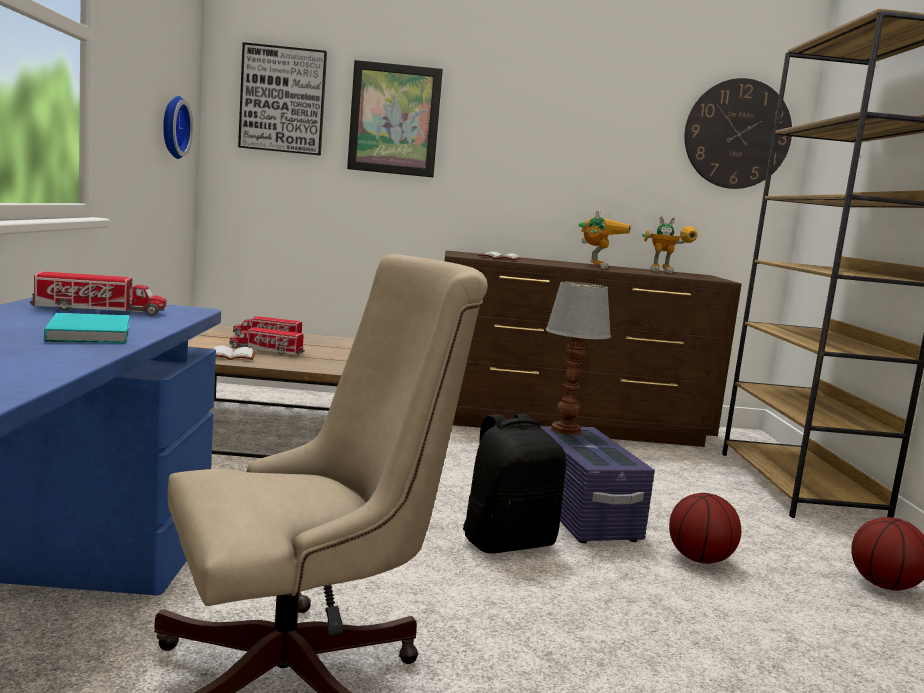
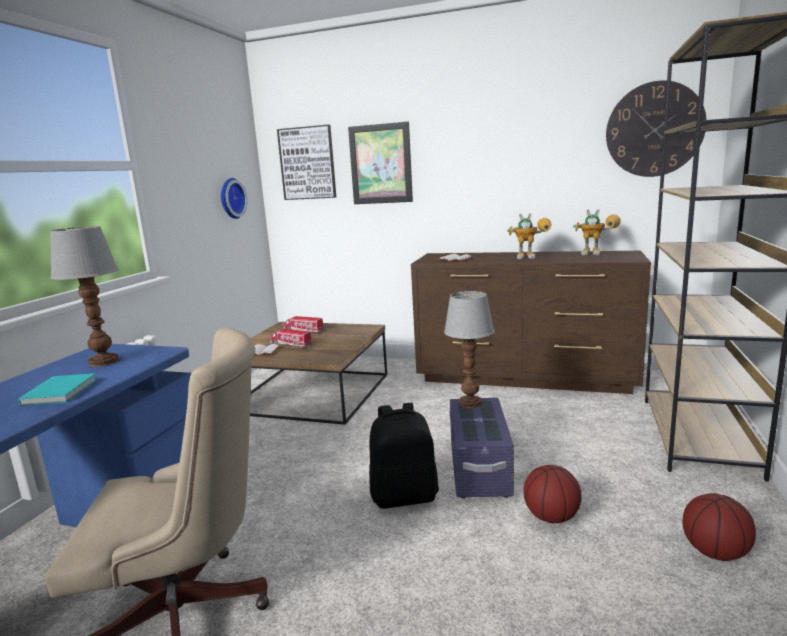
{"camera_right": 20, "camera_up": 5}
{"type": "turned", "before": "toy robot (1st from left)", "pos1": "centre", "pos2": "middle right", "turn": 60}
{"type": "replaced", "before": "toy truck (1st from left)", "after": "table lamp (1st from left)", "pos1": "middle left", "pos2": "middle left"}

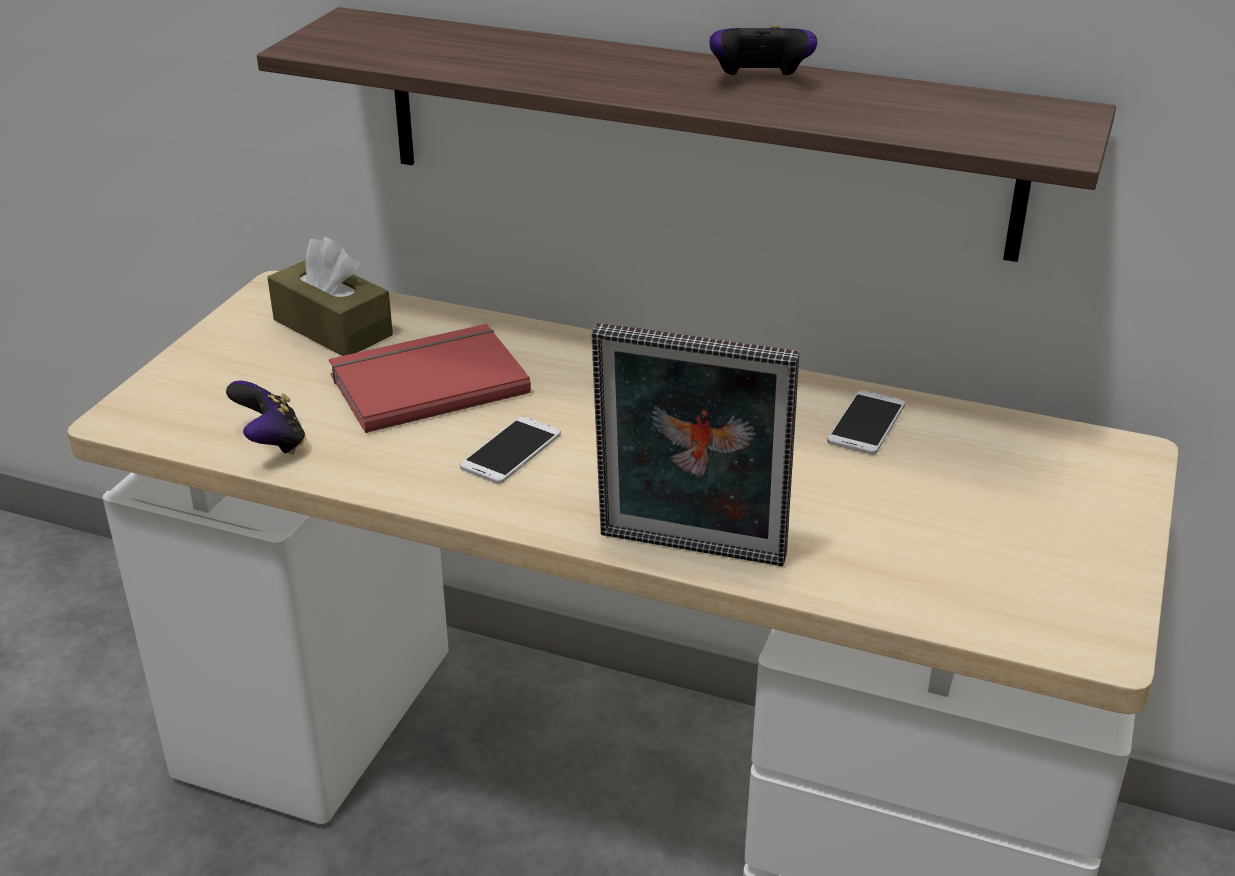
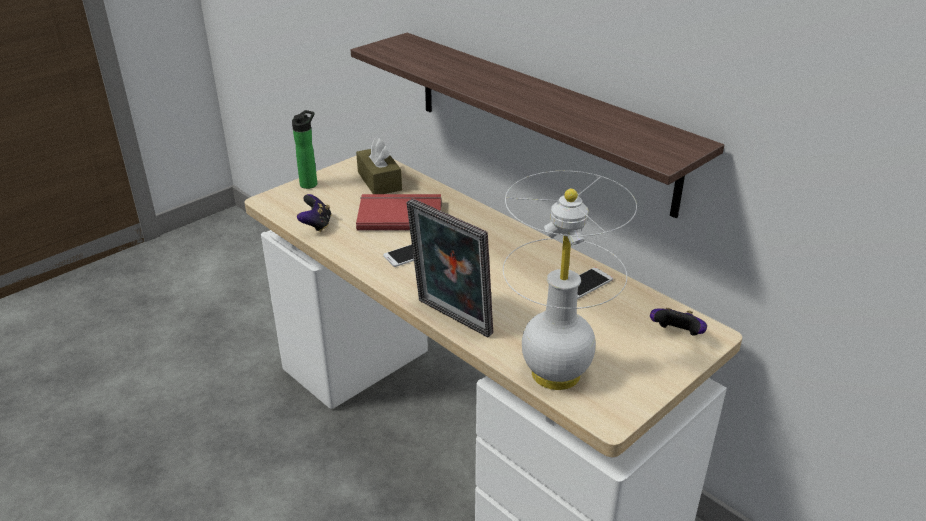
{"camera_right": 25, "camera_up": 0}
{"type": "moved", "before": "game controller (2nd from left)", "pos1": "top centre", "pos2": "middle right"}
{"type": "added", "after": "bottle", "pos2": "top left"}
{"type": "added", "after": "table lamp (white)", "pos2": "centre"}

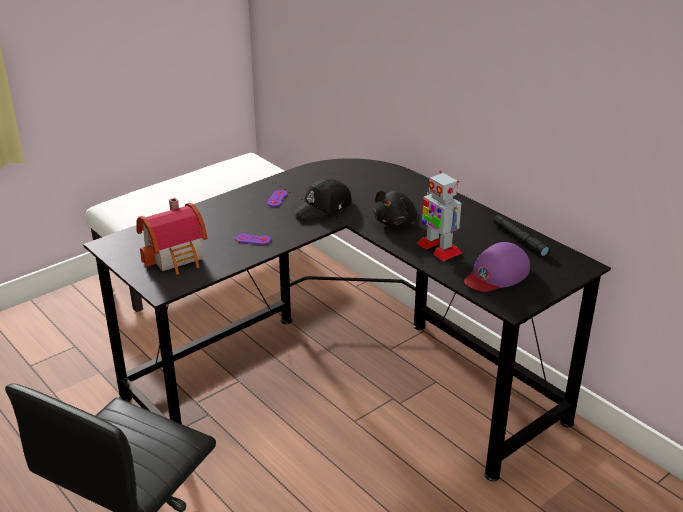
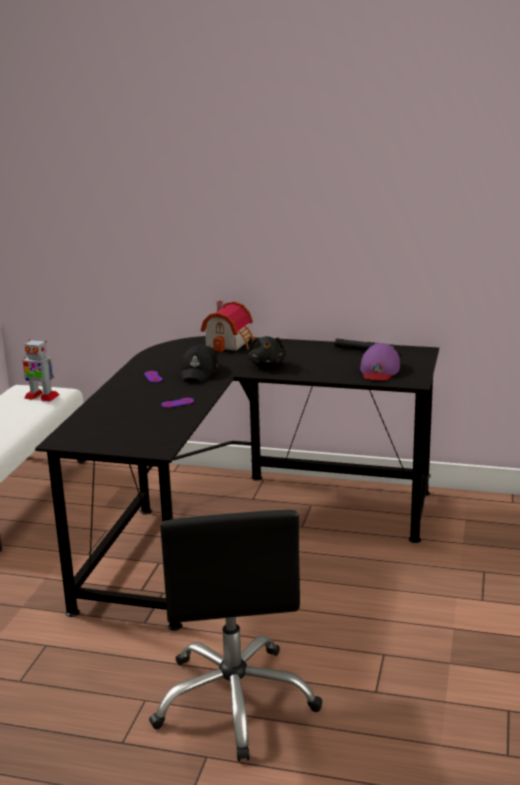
{"camera_right": -35, "camera_up": -10}
{"type": "moved", "before": "toy robot", "pos1": "centre", "pos2": "middle left"}
{"type": "moved", "before": "toy house", "pos1": "middle left", "pos2": "centre"}

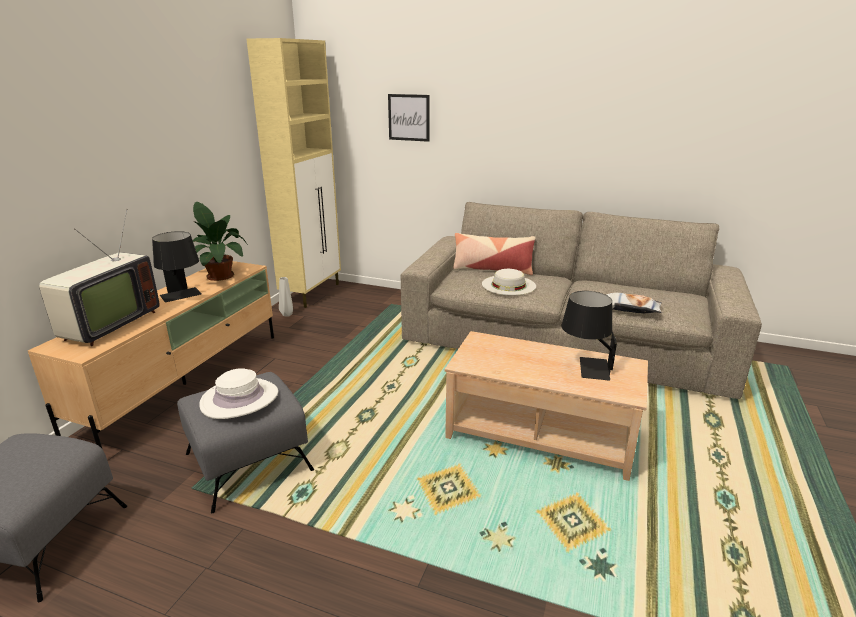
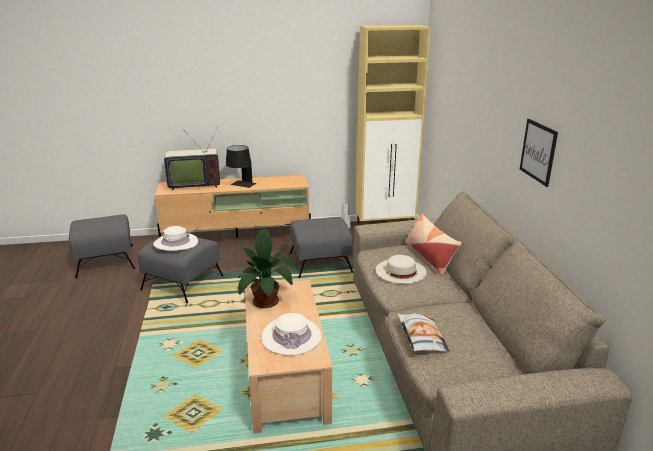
{"camera_right": 60, "camera_up": 0}
{"type": "moved", "before": "picture", "pos1": "top centre", "pos2": "middle right"}
{"type": "moved", "before": "potted plant", "pos1": "middle left", "pos2": "centre"}
{"type": "replaced", "before": "table lamp (black) (2nd from left)", "after": "hat (white) (2nd from left)", "pos1": "middle right", "pos2": "bottom centre"}
{"type": "added", "after": "ottoman (grey) (3rd from left)", "pos2": "centre"}

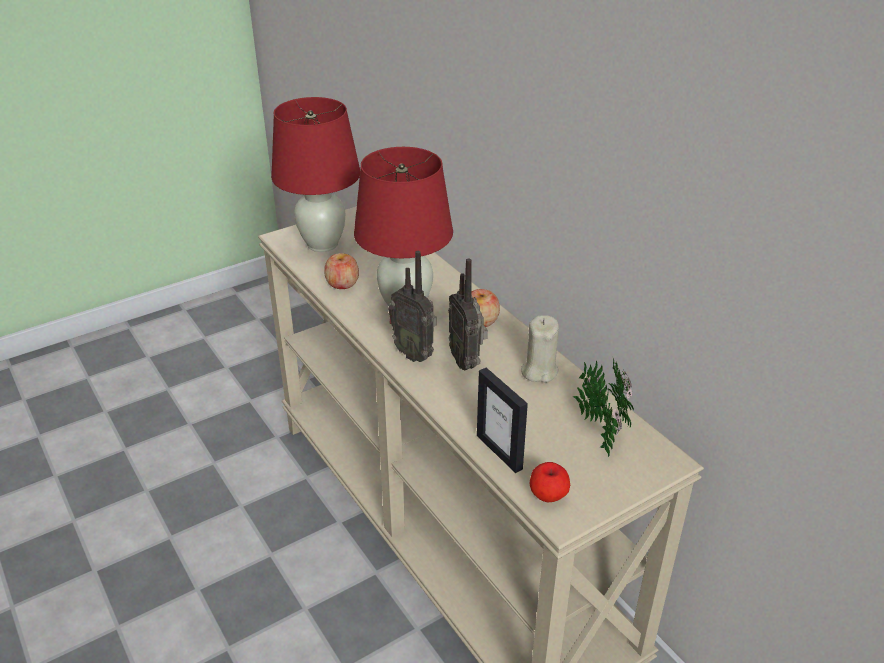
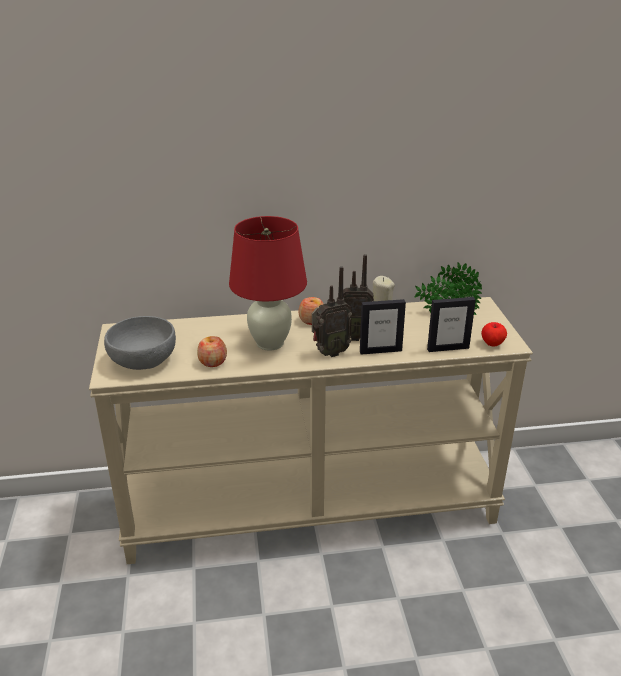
{"camera_right": -65, "camera_up": -5}
{"type": "replaced", "before": "table lamp (red) (1st from left)", "after": "bowl (grey)", "pos1": "top centre", "pos2": "middle left"}
{"type": "added", "after": "picture frame (1st from left)", "pos2": "centre"}

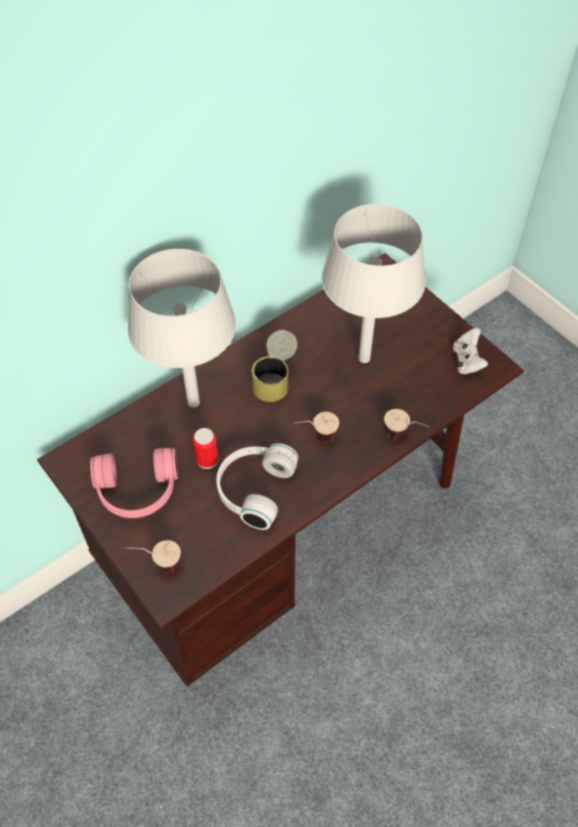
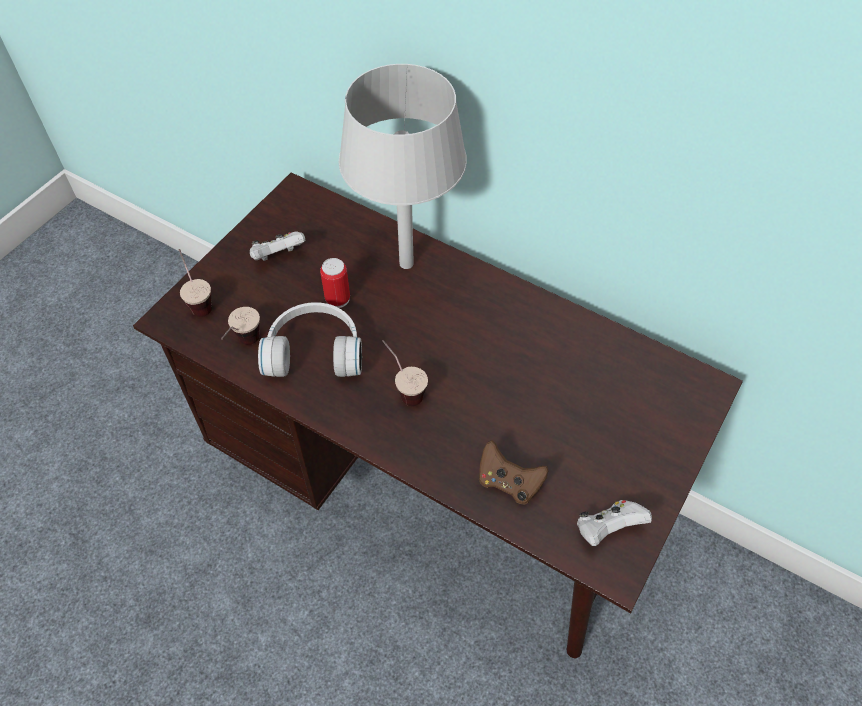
{"camera_right": 70, "camera_up": 0}
{"type": "removed", "before": "table lamp (grey) (2nd from left)", "pos1": "centre"}
{"type": "removed", "before": "can (2nd from left)", "pos1": "centre"}
{"type": "moved", "before": "cup (3rd from left in the first image)", "after": "cup (2nd from left)", "pos1": "middle right", "pos2": "middle left"}
{"type": "replaced", "before": "headphones (pink)", "after": "game controller (white) (1st from left)", "pos1": "middle left", "pos2": "middle left"}
{"type": "added", "after": "game controller (brown)", "pos2": "bottom centre"}

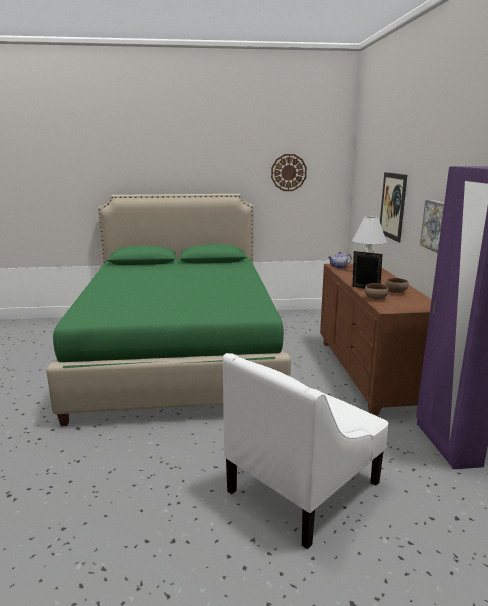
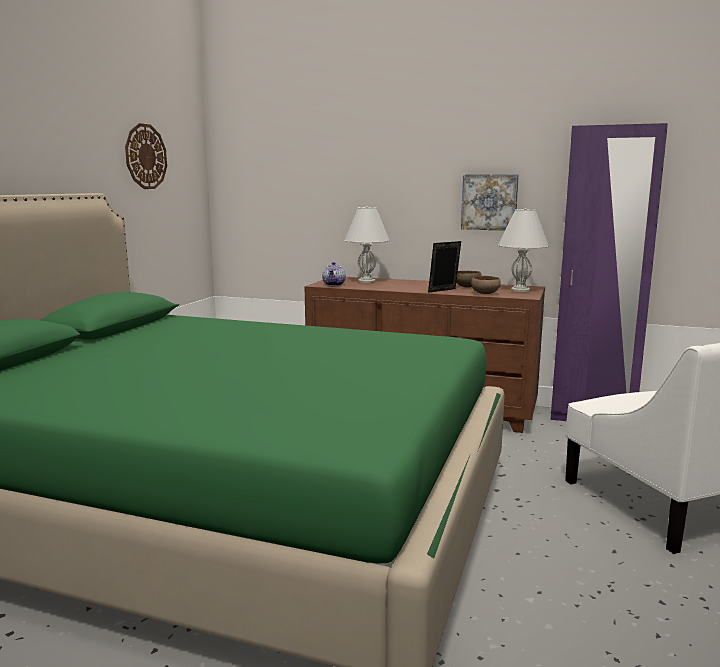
{"camera_right": -65, "camera_up": -5}
{"type": "removed", "before": "picture (1st from left)", "pos1": "middle right"}
{"type": "added", "after": "table lamp (white) (2nd from left)", "pos2": "middle right"}

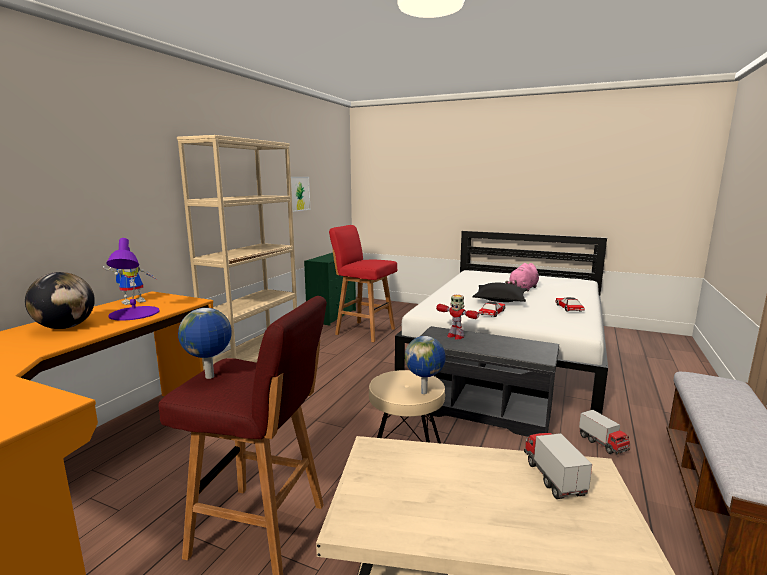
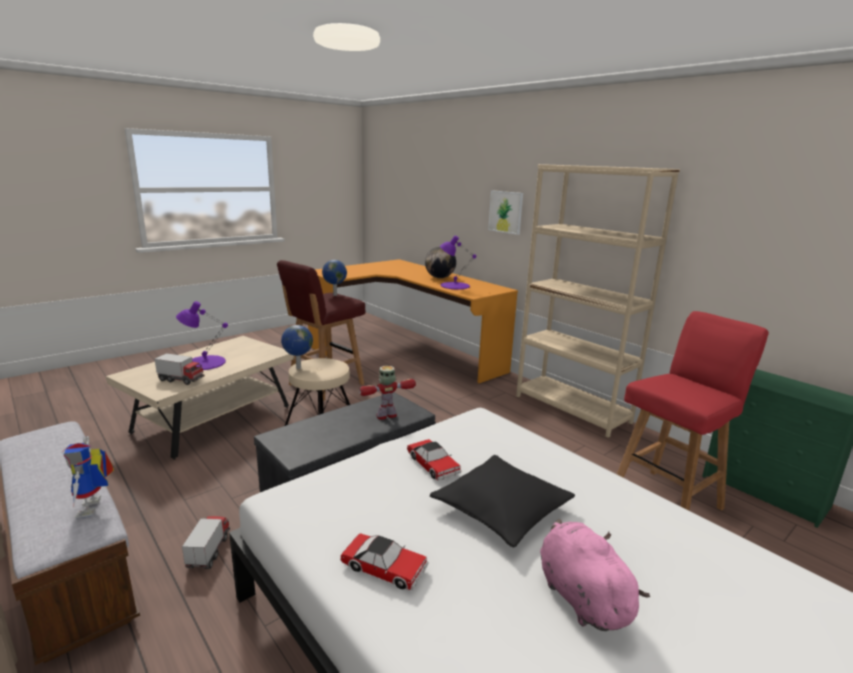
{"camera_right": 115, "camera_up": 5}
{"type": "moved", "before": "picture", "pos1": "centre", "pos2": "top centre"}
{"type": "moved", "before": "toy robot (1st from left)", "pos1": "middle left", "pos2": "bottom left"}
{"type": "turned", "before": "toy truck (2nd from left)", "pos1": "bottom right", "pos2": "bottom left", "turn": 90}
{"type": "added", "after": "table lamp (purple) (1st from left)", "pos2": "middle left"}

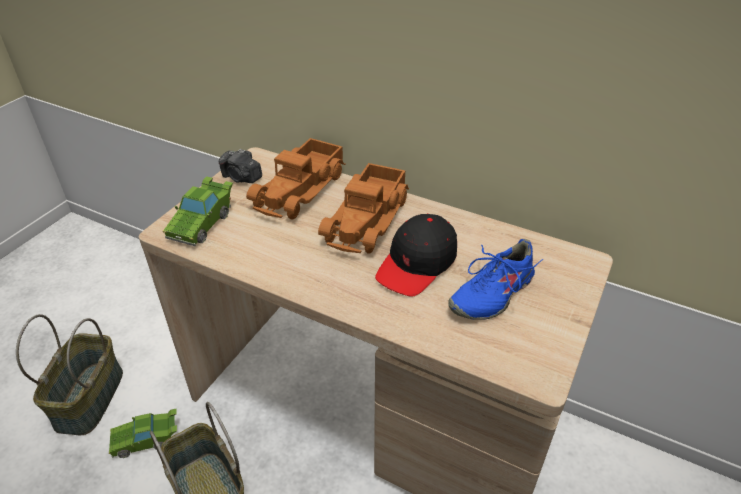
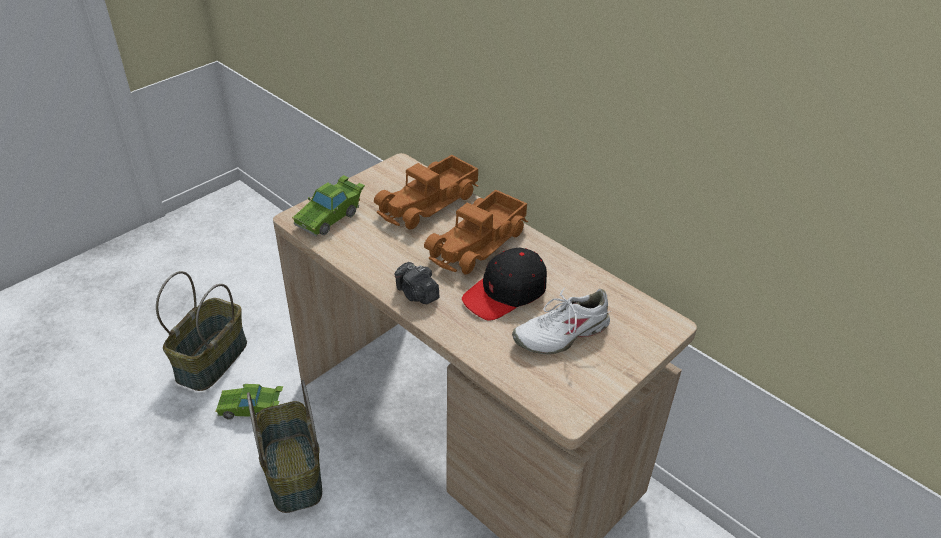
{"camera_right": 15, "camera_up": 0}
{"type": "moved", "before": "photo camera", "pos1": "middle left", "pos2": "centre"}
{"type": "recoloured", "before": "shoe (blue)", "after": "shoe (white)", "pos1": "middle right", "pos2": "centre"}

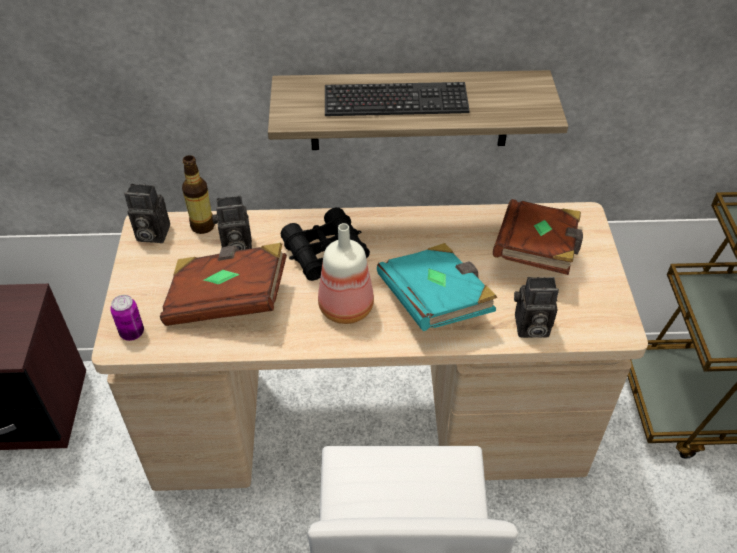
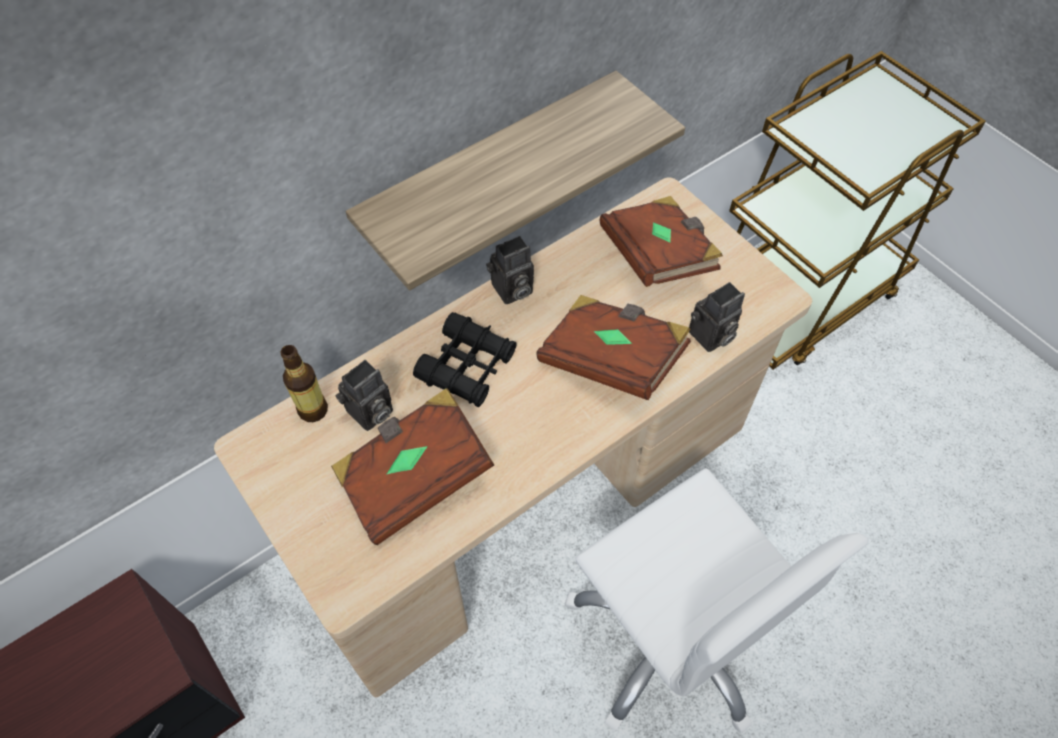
{"camera_right": -35, "camera_up": 10}
{"type": "removed", "before": "keyboard", "pos1": "top centre"}
{"type": "moved", "before": "photo camera (1st from left in the first image)", "after": "photo camera (2nd from left)", "pos1": "middle left", "pos2": "centre"}
{"type": "removed", "before": "bottle (2nd from left)", "pos1": "centre"}
{"type": "recoloured", "before": "book (turquoise)", "after": "book (brown) (2nd from left)", "pos1": "centre", "pos2": "centre"}
{"type": "removed", "before": "can", "pos1": "middle left"}

